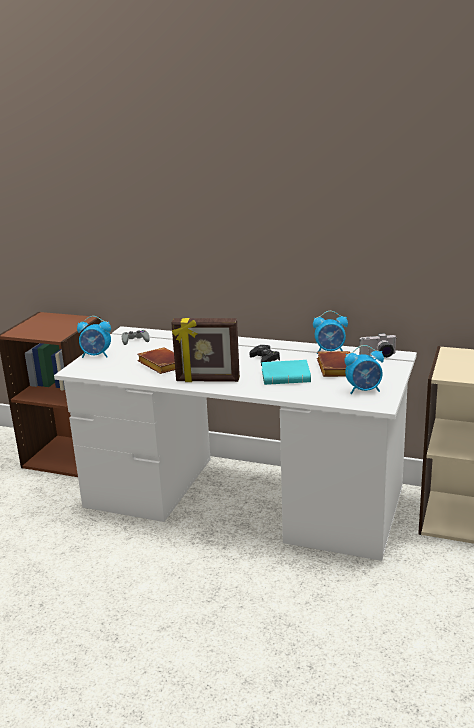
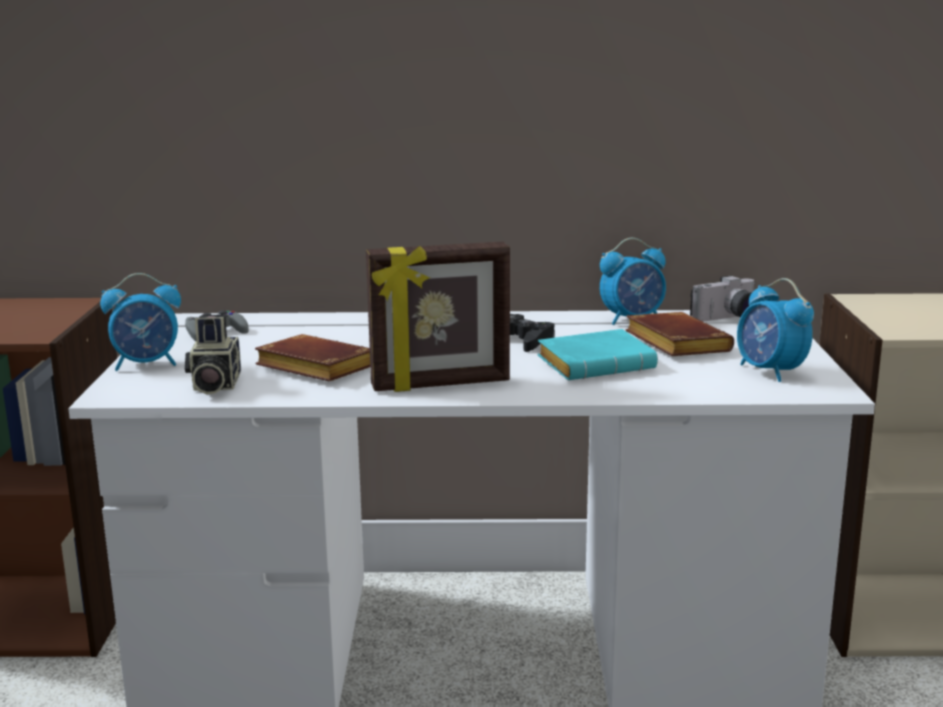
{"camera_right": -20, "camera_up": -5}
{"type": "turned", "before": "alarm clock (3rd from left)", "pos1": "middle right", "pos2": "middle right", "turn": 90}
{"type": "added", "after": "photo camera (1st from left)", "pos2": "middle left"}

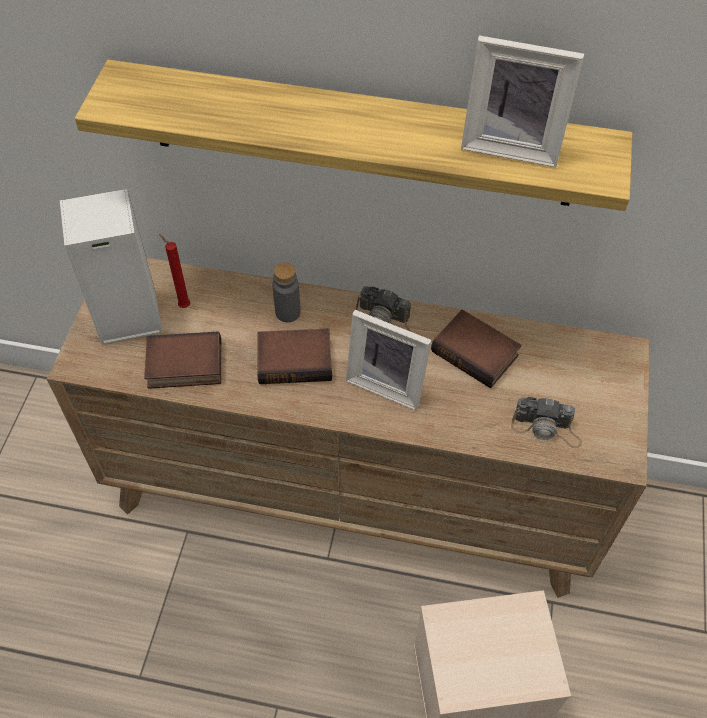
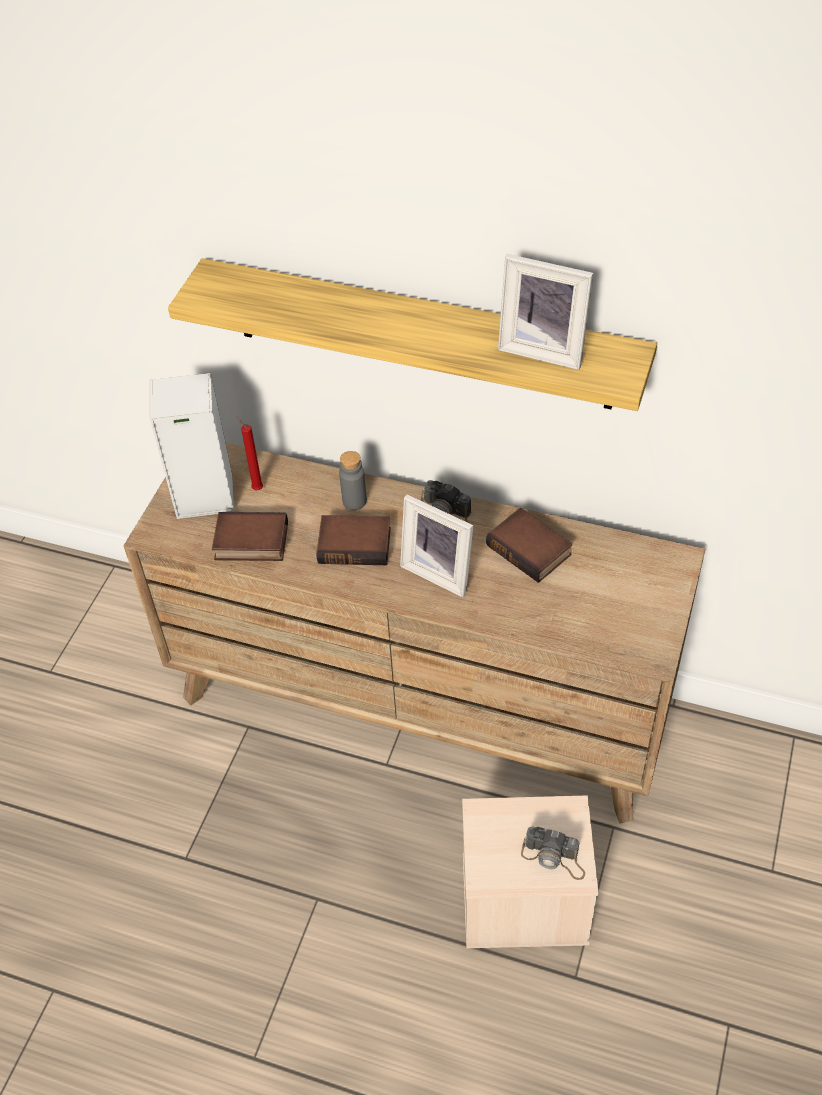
{"camera_right": 10, "camera_up": -5}
{"type": "moved", "before": "photo camera (2nd from left)", "pos1": "middle right", "pos2": "bottom right"}

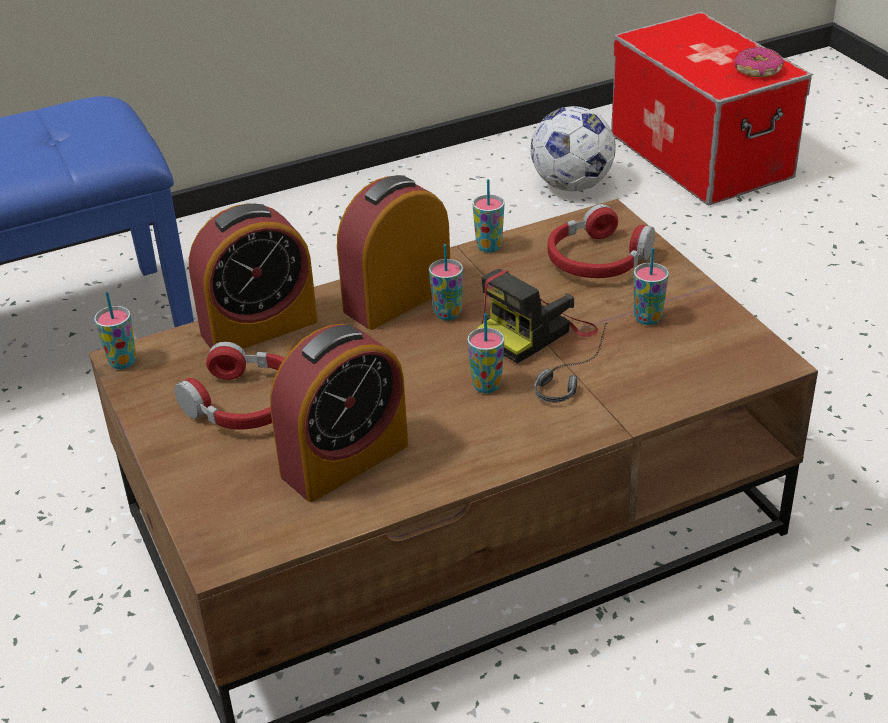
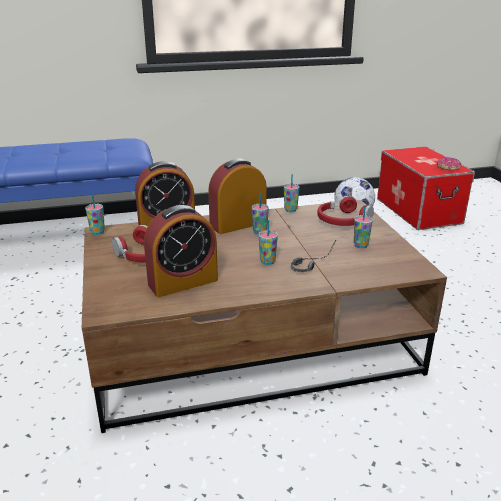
{"camera_right": 10, "camera_up": -10}
{"type": "removed", "before": "photo camera", "pos1": "centre"}

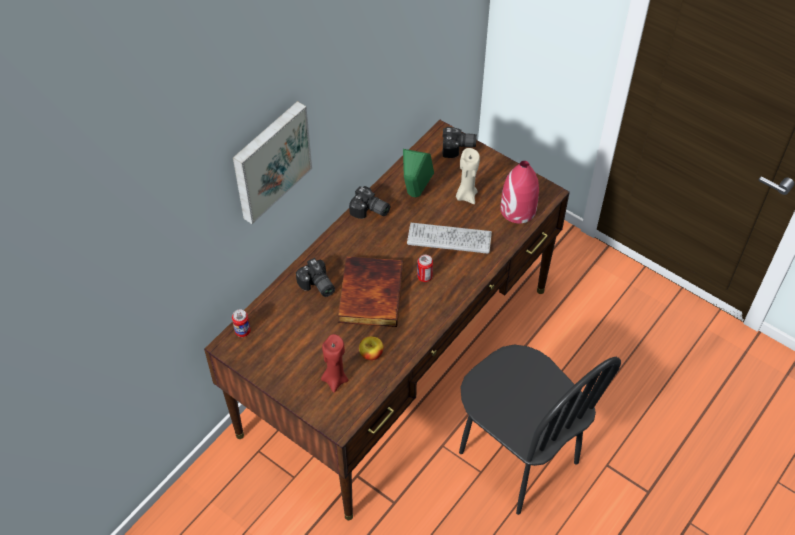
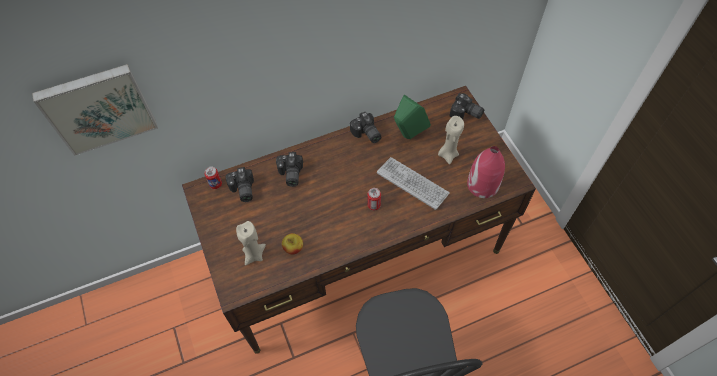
{"camera_right": 30, "camera_up": 5}
{"type": "moved", "before": "picture", "pos1": "top centre", "pos2": "top left"}
{"type": "removed", "before": "book", "pos1": "centre"}
{"type": "recoloured", "before": "candle (red)", "after": "candle (beige) (1st from left)", "pos1": "bottom centre", "pos2": "centre"}
{"type": "added", "after": "photo camera (1st from left)", "pos2": "centre"}

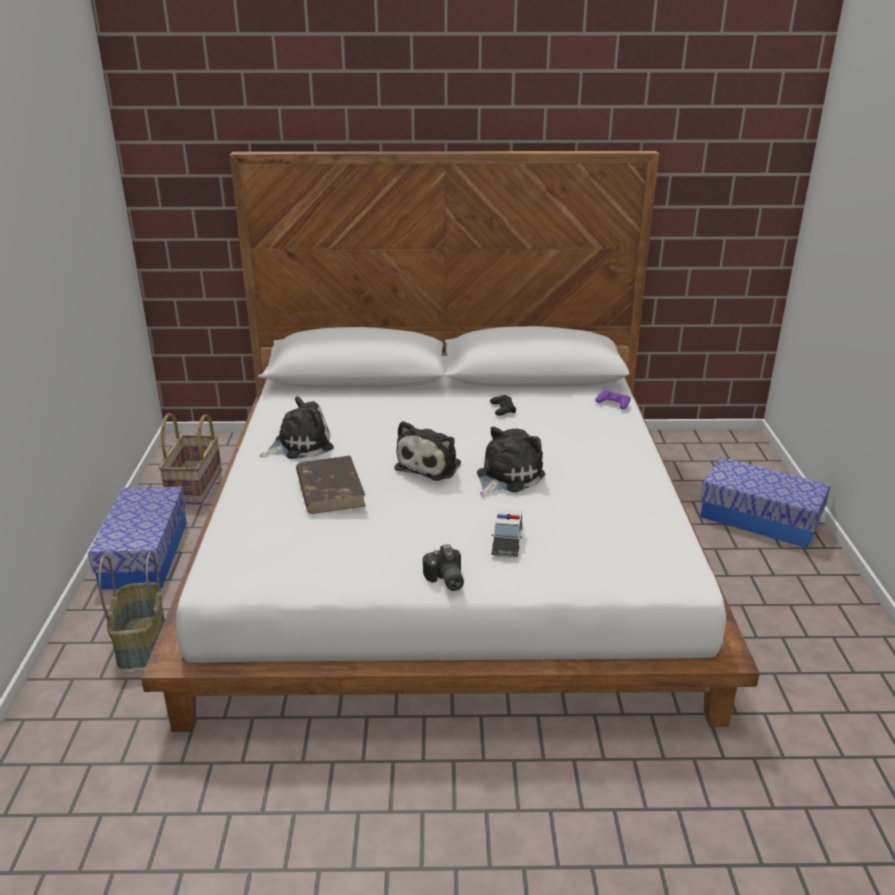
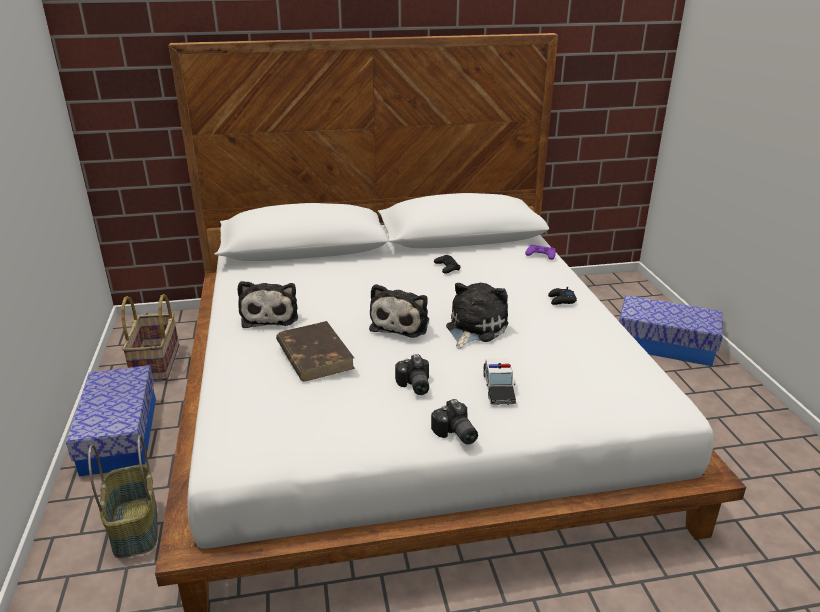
{"camera_right": -10, "camera_up": 0}
{"type": "turned", "before": "plush toy (1st from left)", "pos1": "middle left", "pos2": "middle left", "turn": 120}
{"type": "added", "after": "game controller (black) (2nd from left)", "pos2": "middle right"}
{"type": "added", "after": "photo camera (1st from left)", "pos2": "centre"}

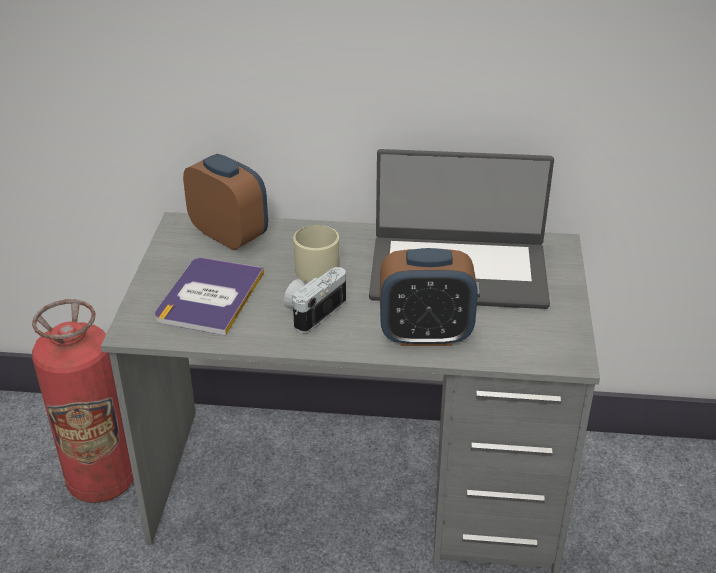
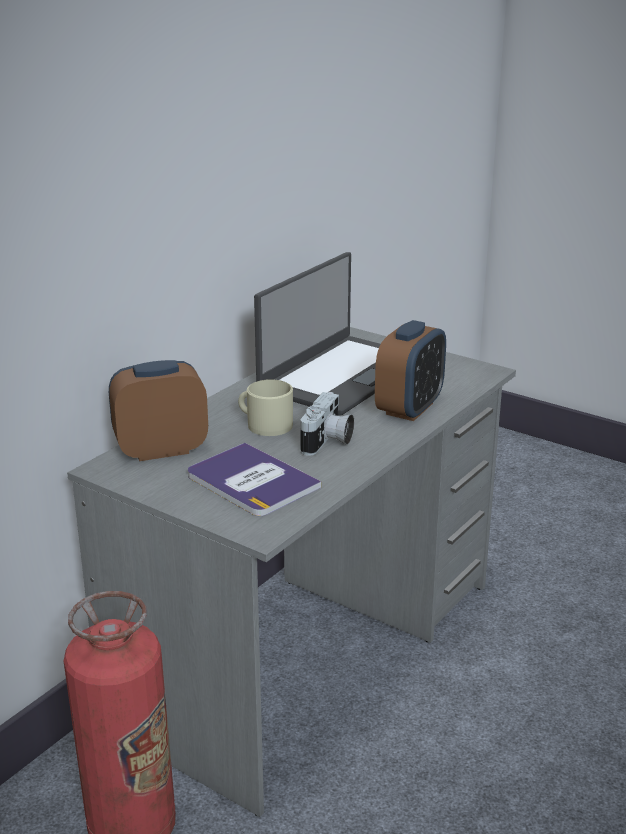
{"camera_right": -60, "camera_up": -10}
{"type": "turned", "before": "photo camera", "pos1": "centre", "pos2": "centre", "turn": -135}

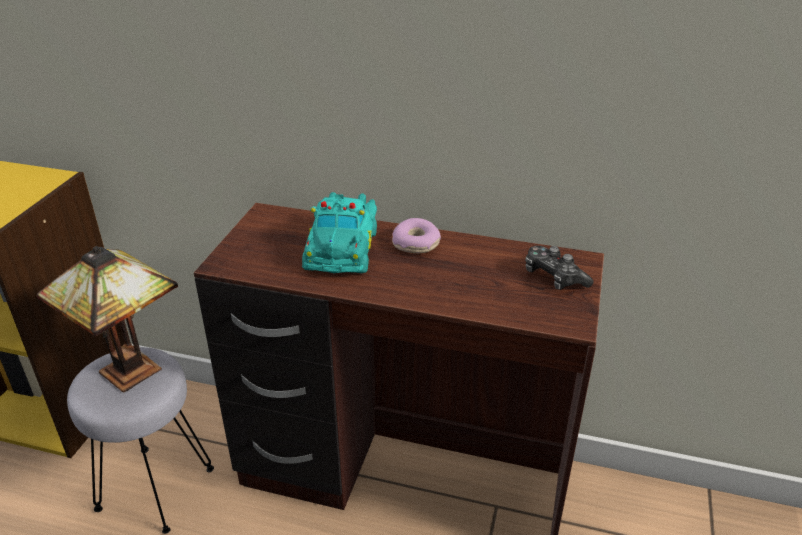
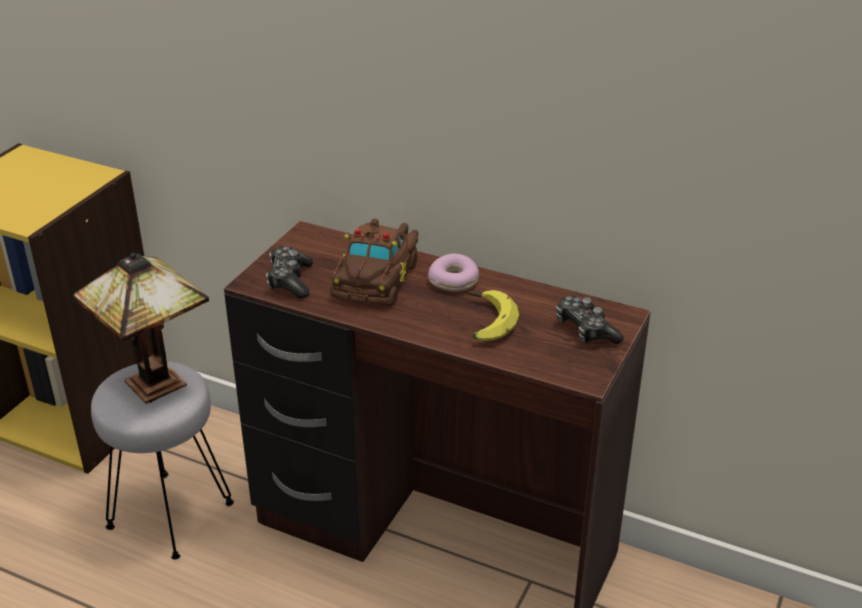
{"camera_right": 10, "camera_up": 0}
{"type": "recoloured", "before": "toy car (turquoise)", "after": "toy car (brown)", "pos1": "centre", "pos2": "centre"}
{"type": "added", "after": "game controller (1st from left)", "pos2": "centre"}
{"type": "added", "after": "banana", "pos2": "centre"}

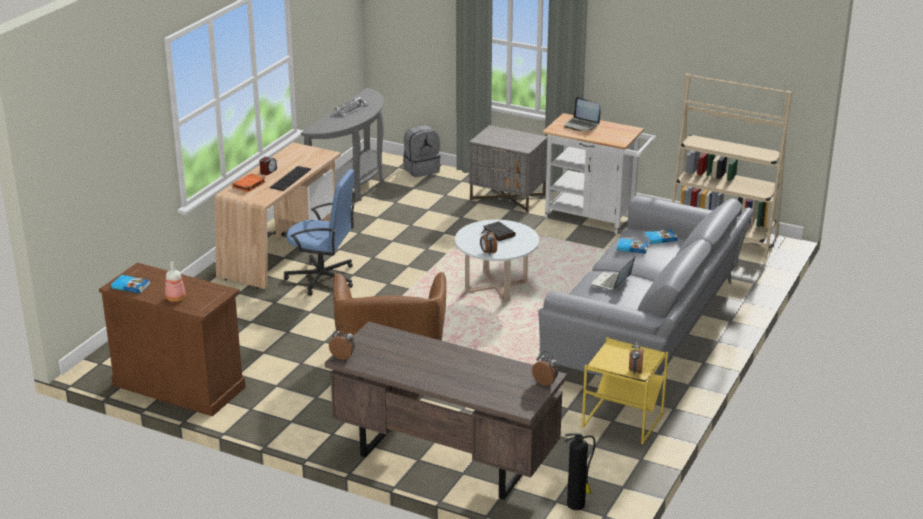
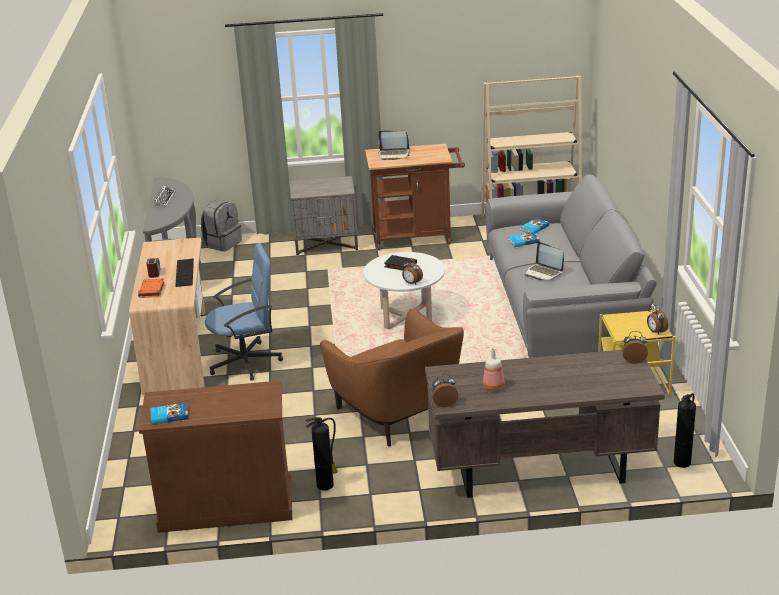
{"camera_right": -30, "camera_up": 0}
{"type": "recoloured", "before": "cart (white)", "after": "cart (brown)", "pos1": "centre", "pos2": "top centre"}
{"type": "turned", "before": "laptop (2nd from left)", "pos1": "centre", "pos2": "middle right", "turn": -45}
{"type": "moved", "before": "bottle", "pos1": "middle left", "pos2": "centre"}
{"type": "added", "after": "fire extinguisher (1st from left)", "pos2": "bottom centre"}

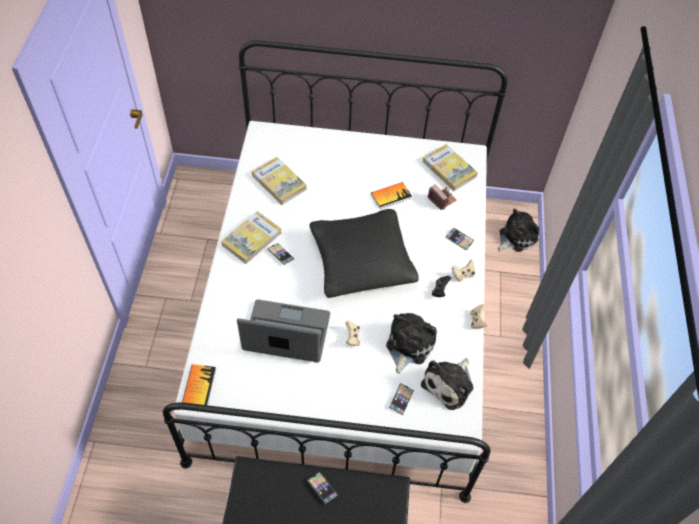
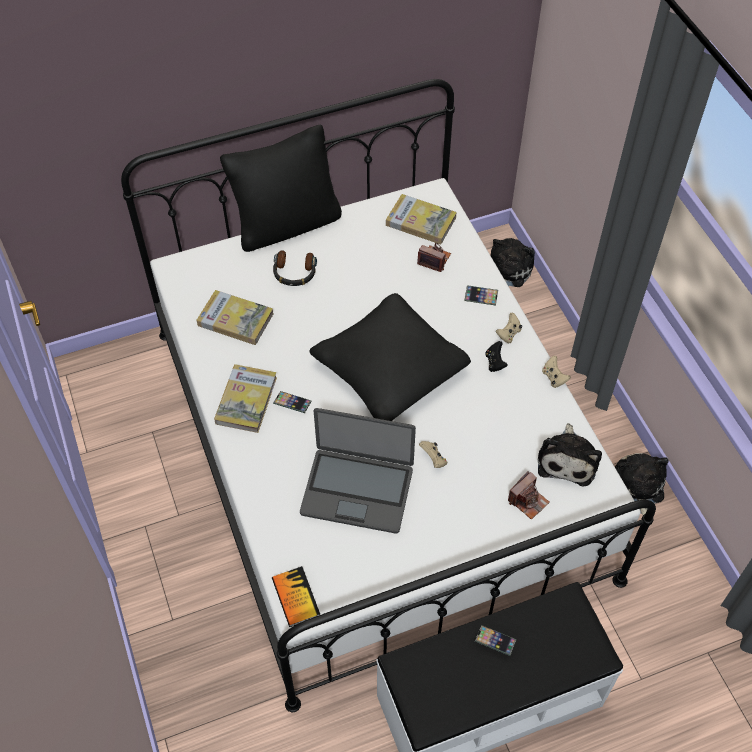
{"camera_right": -25, "camera_up": 0}
{"type": "removed", "before": "book (4th from left)", "pos1": "centre"}
{"type": "turned", "before": "laptop", "pos1": "centre", "pos2": "centre", "turn": -150}
{"type": "moved", "before": "plush toy (1st from left in the first image)", "after": "plush toy (3rd from left)", "pos1": "centre", "pos2": "middle right"}
{"type": "replaced", "before": "phone (3rd from left)", "after": "photo camera (2nd from left)", "pos1": "bottom centre", "pos2": "middle right"}
{"type": "added", "after": "pillow (black) (1st from left)", "pos2": "top centre"}
{"type": "added", "after": "headphones", "pos2": "centre"}

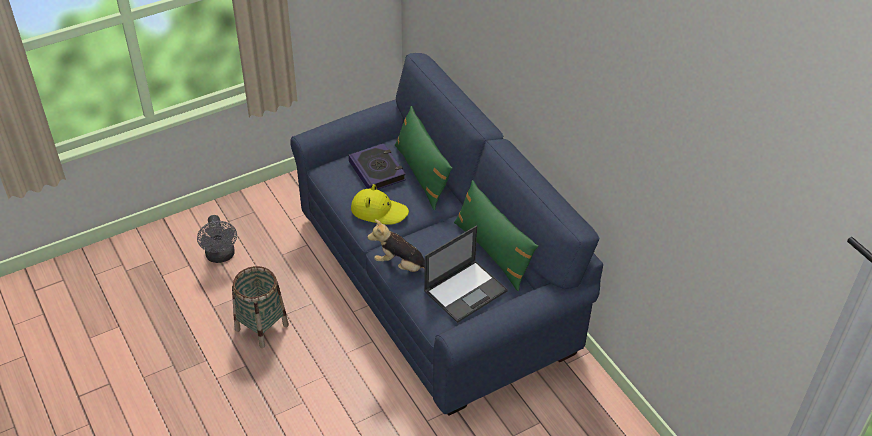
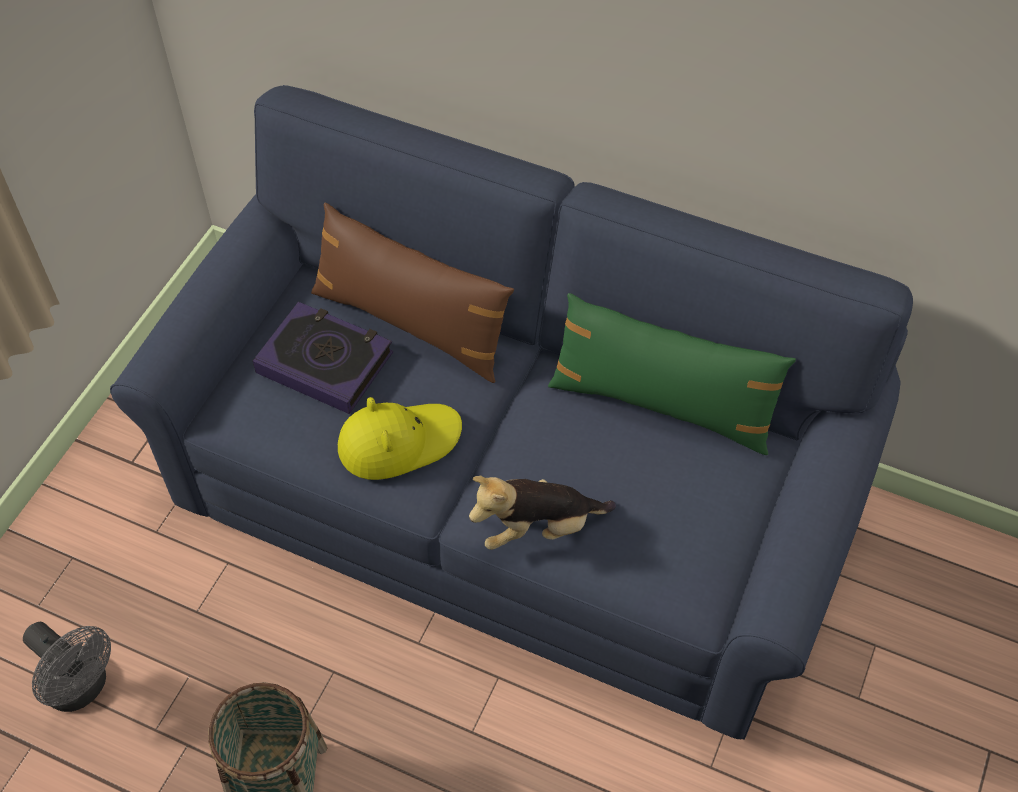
{"camera_right": -35, "camera_up": 10}
{"type": "recoloured", "before": "pillow (green) (1st from left)", "after": "pillow (brown)", "pos1": "centre", "pos2": "centre"}
{"type": "removed", "before": "laptop", "pos1": "centre"}

